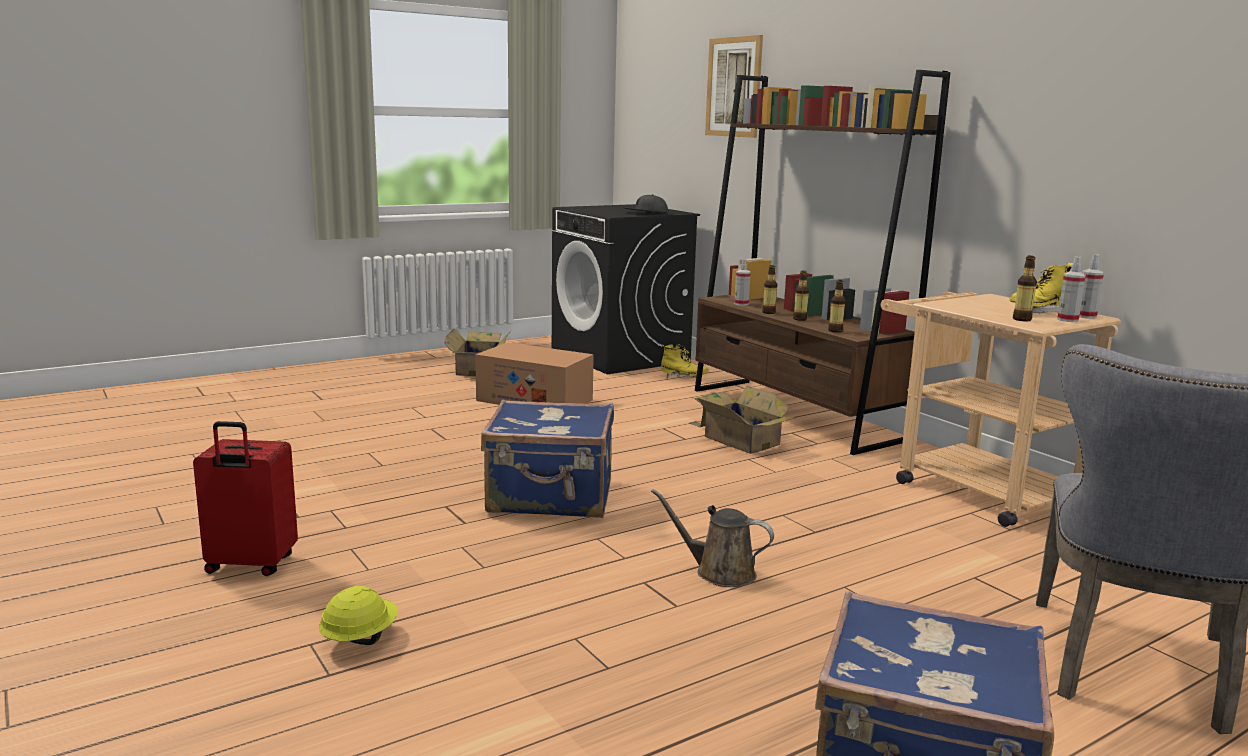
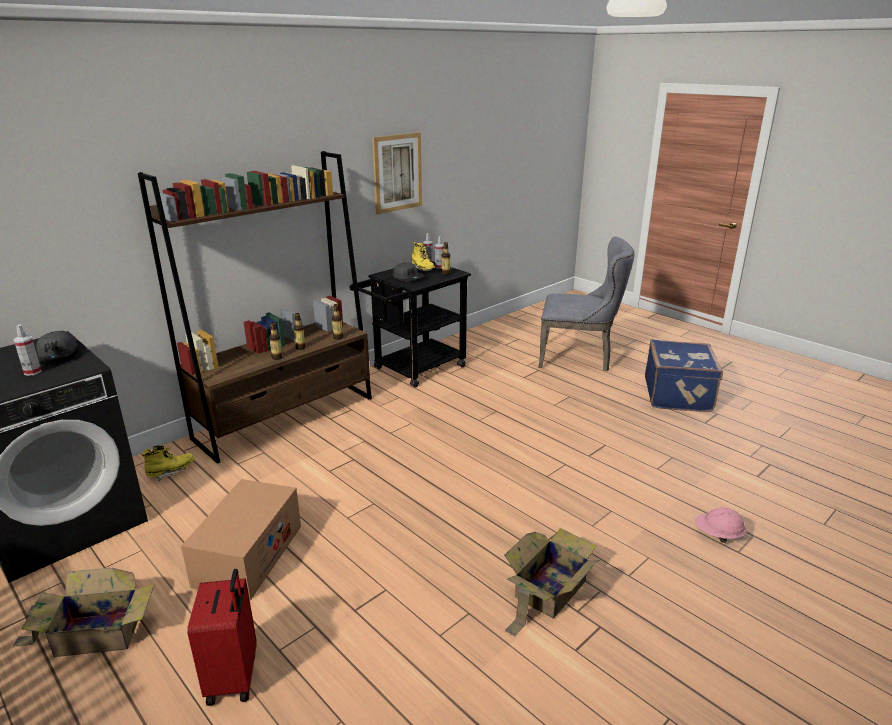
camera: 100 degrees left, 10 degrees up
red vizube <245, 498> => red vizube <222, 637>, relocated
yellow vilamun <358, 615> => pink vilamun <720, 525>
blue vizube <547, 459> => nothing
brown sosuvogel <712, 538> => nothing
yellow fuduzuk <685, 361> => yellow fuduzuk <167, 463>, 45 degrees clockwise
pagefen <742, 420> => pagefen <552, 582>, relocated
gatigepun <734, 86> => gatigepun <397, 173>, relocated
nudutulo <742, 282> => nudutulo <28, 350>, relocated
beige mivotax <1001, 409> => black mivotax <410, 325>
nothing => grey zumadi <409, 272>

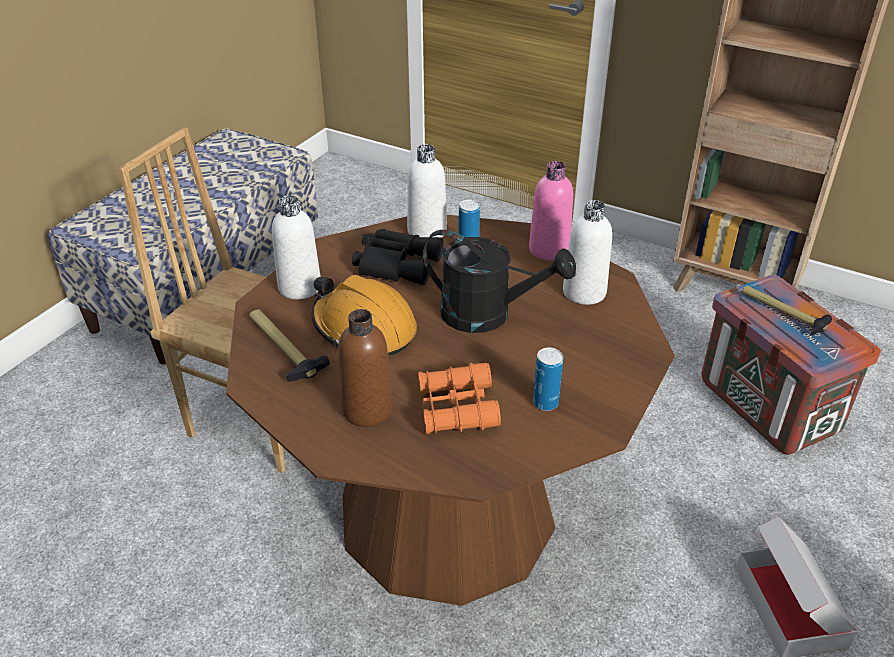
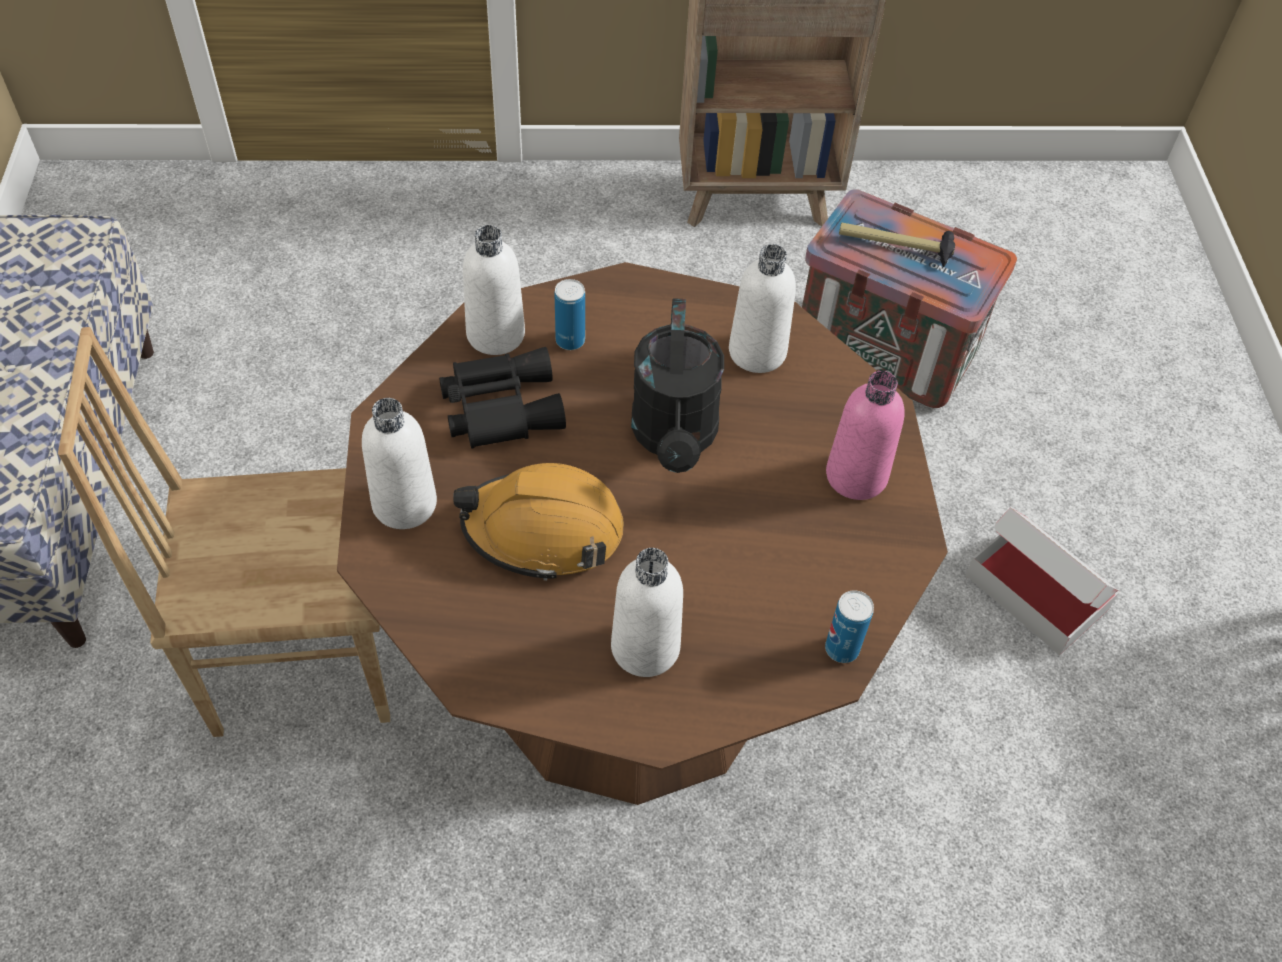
camera: 35 degrees left, 15 degrees up
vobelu <289, 345> => nothing
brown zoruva <365, 368> => white zoruva <647, 612>
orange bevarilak <459, 398> => nothing
black sosuvogel <499, 281> => black sosuvogel <677, 385>, 105 degrees clockwise
pink zoruva <551, 210> => pink zoruva <865, 435>, relocated
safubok <548, 379> => safubok <849, 626>, relocated

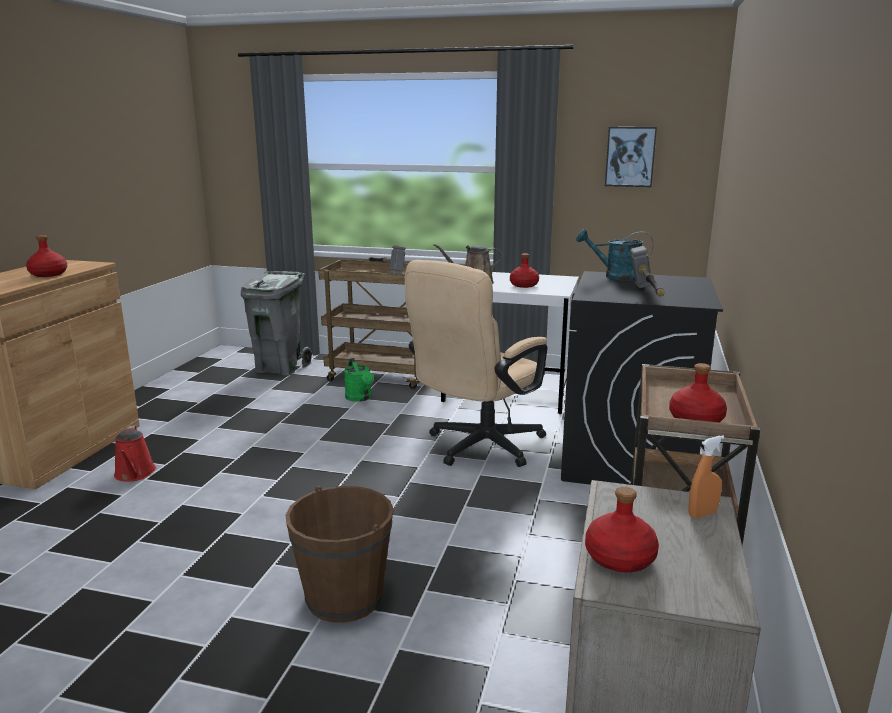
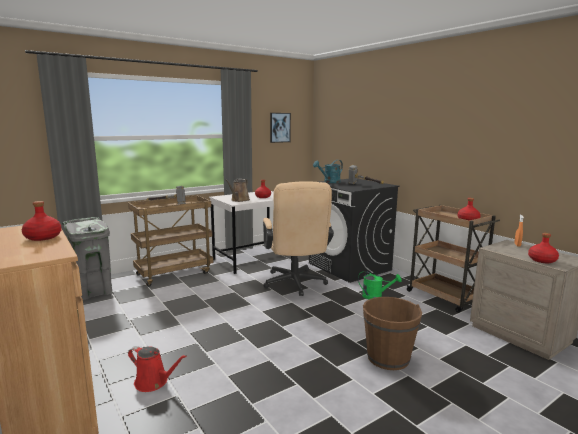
camera: 50 degrees left, 5 degrees down
green sosuvogel <359, 380> => green sosuvogel <380, 285>, relocated

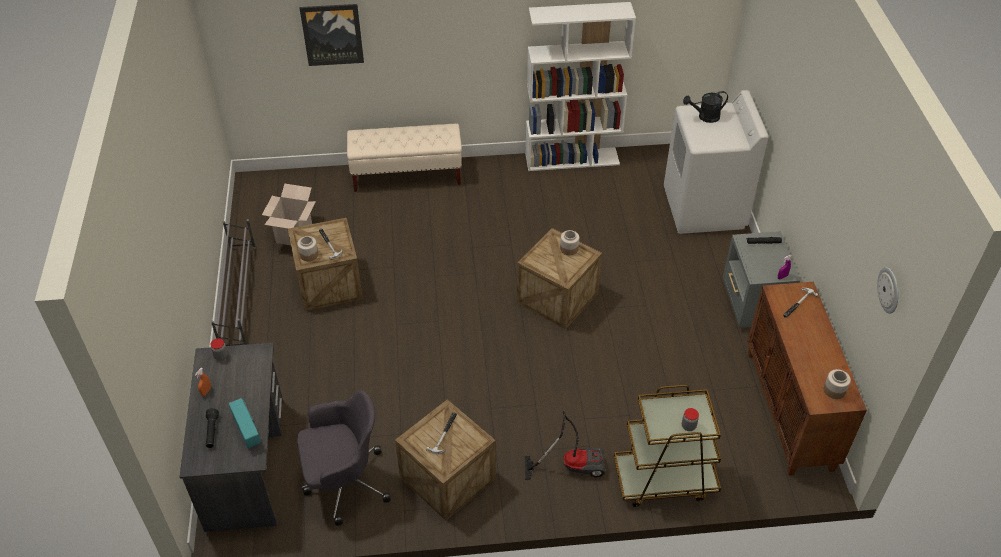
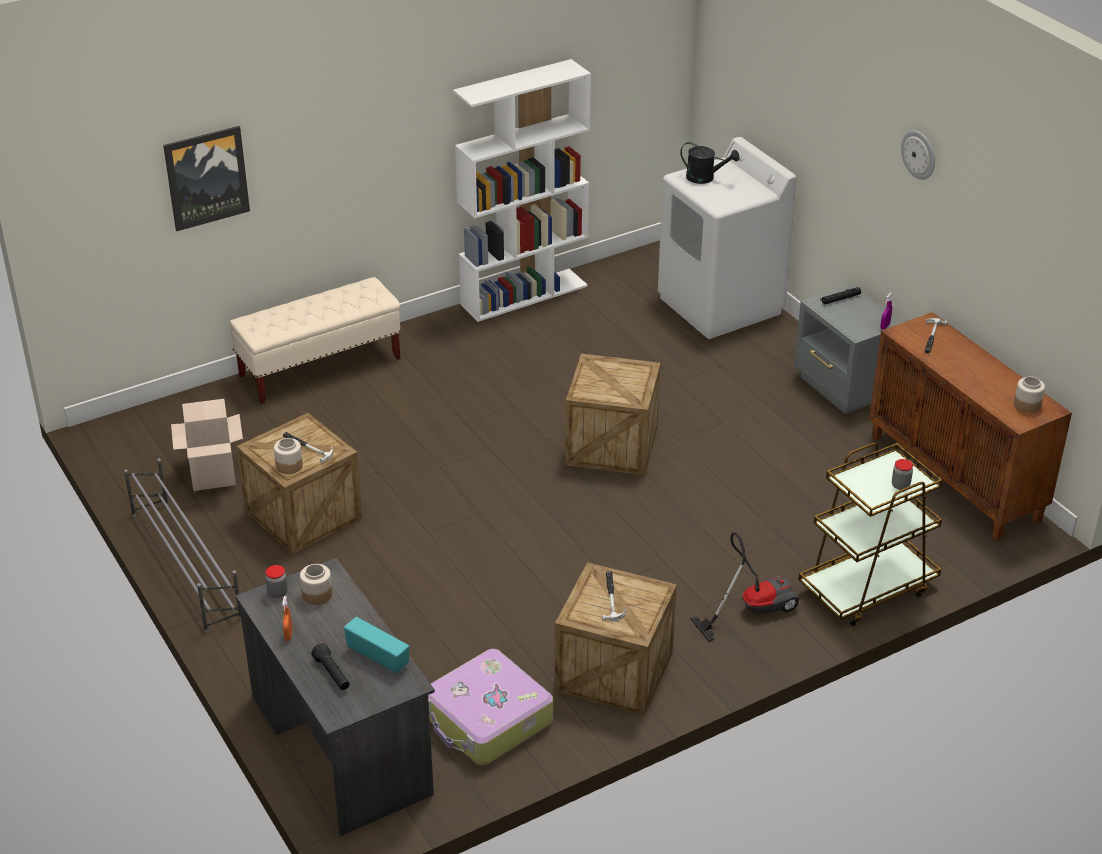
camera: 25 degrees left, 10 degrees down
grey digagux <344, 458> => vizube <490, 707>
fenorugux <569, 242> => fenorugux <316, 584>, relocated
black sosuvogel <705, 107> => black sosuvogel <710, 163>, 120 degrees counterclockwise
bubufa <887, 290> => bubufa <918, 155>, relocated

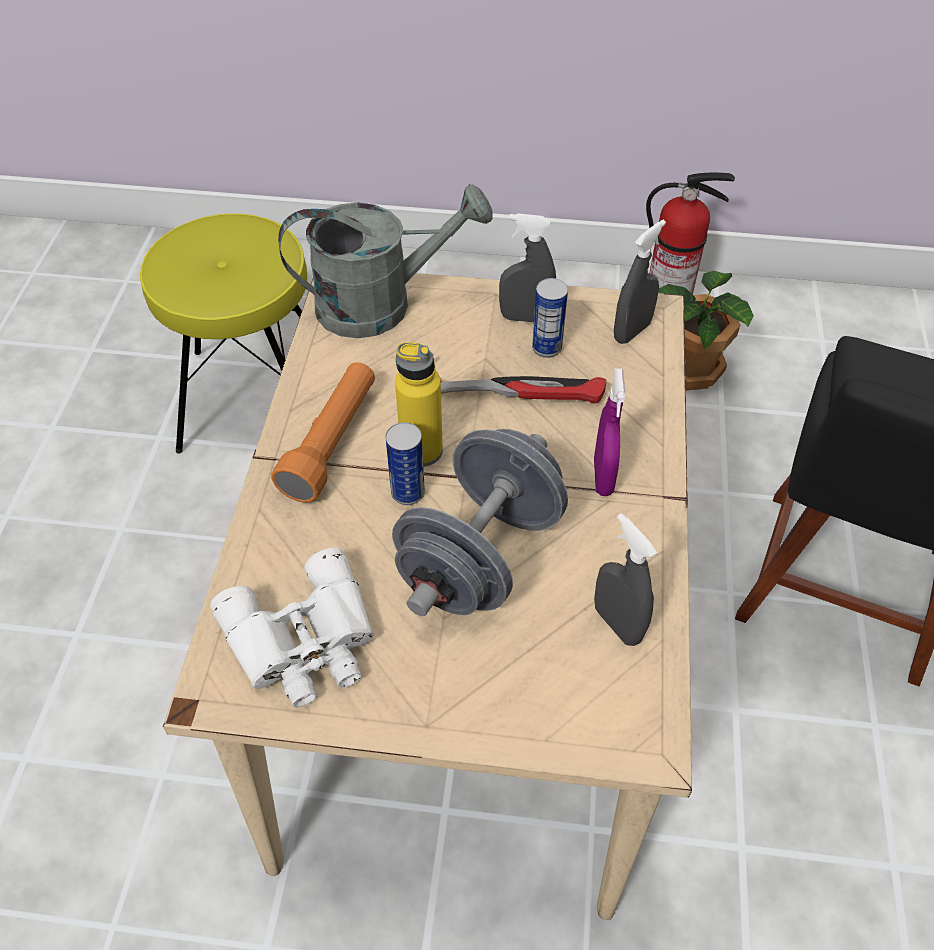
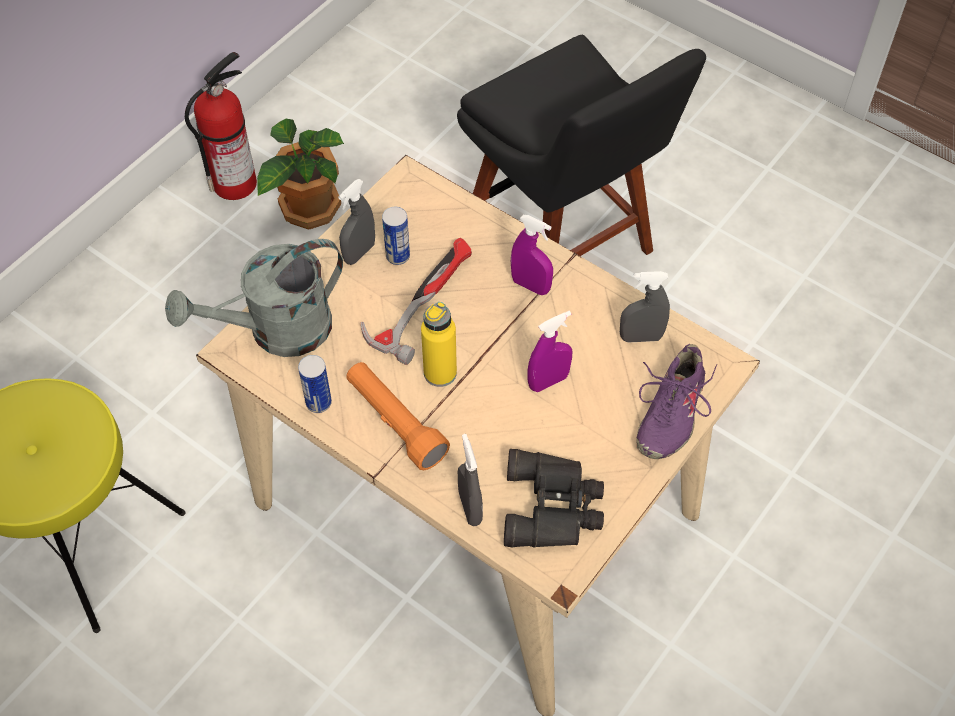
camera: 60 degrees left, 5 degrees up
white bevarilak <292, 628> => black bevarilak <554, 498>
grey sosuvogel <385, 261> => grey sosuvogel <254, 298>, 135 degrees counterclockwise
safubok <405, 463> => safubok <315, 384>, relocated
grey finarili <480, 522> => purple nudutulo <549, 351>
grey nudutulo <640, 282> => grey nudutulo <470, 480>, relocated
nothing => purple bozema <677, 401>

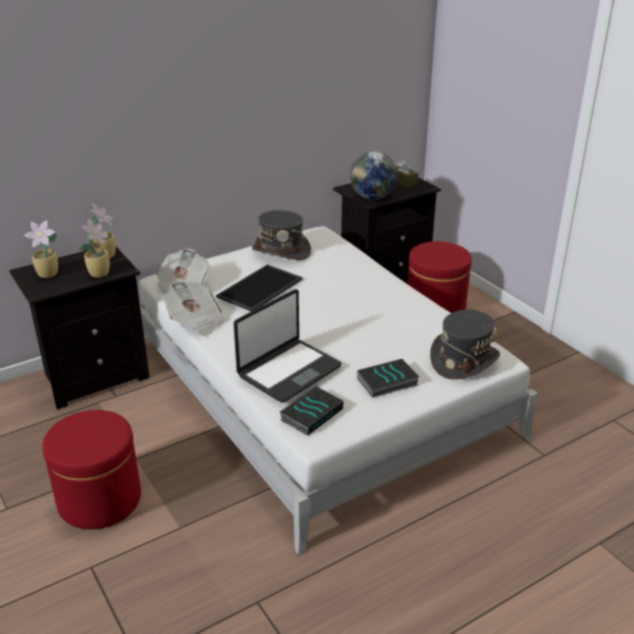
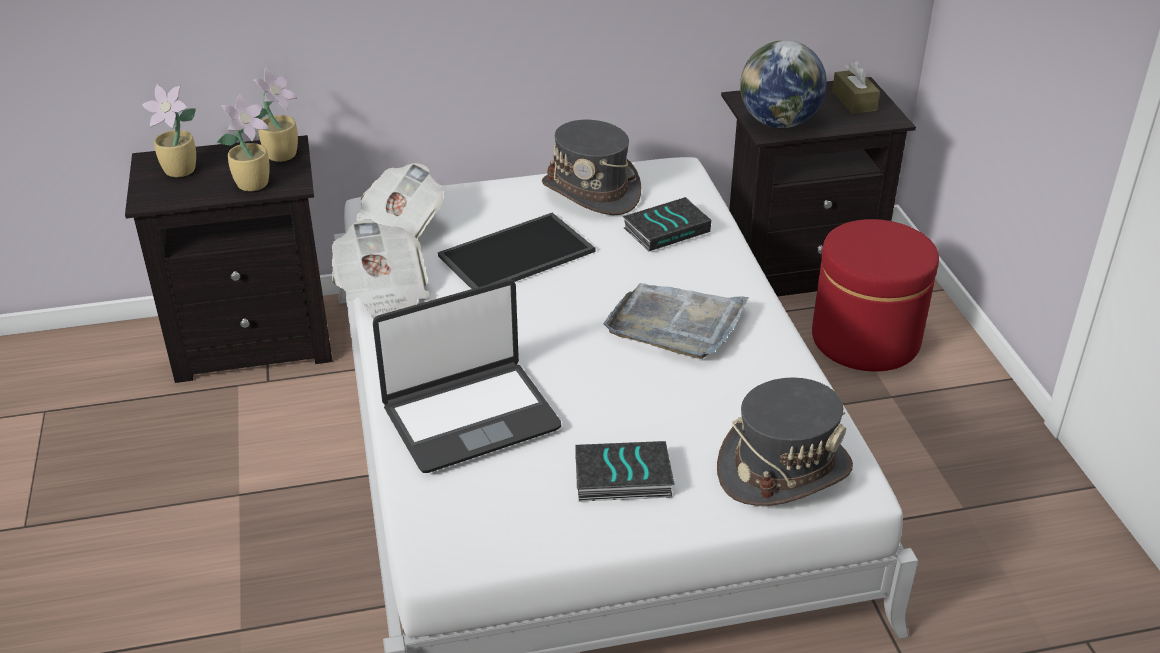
camera: 20 degrees right, 5 degrees up
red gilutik <91, 469> => nothing
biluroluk <311, 411> => biluroluk <667, 224>, relocated
nothing => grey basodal <676, 321>

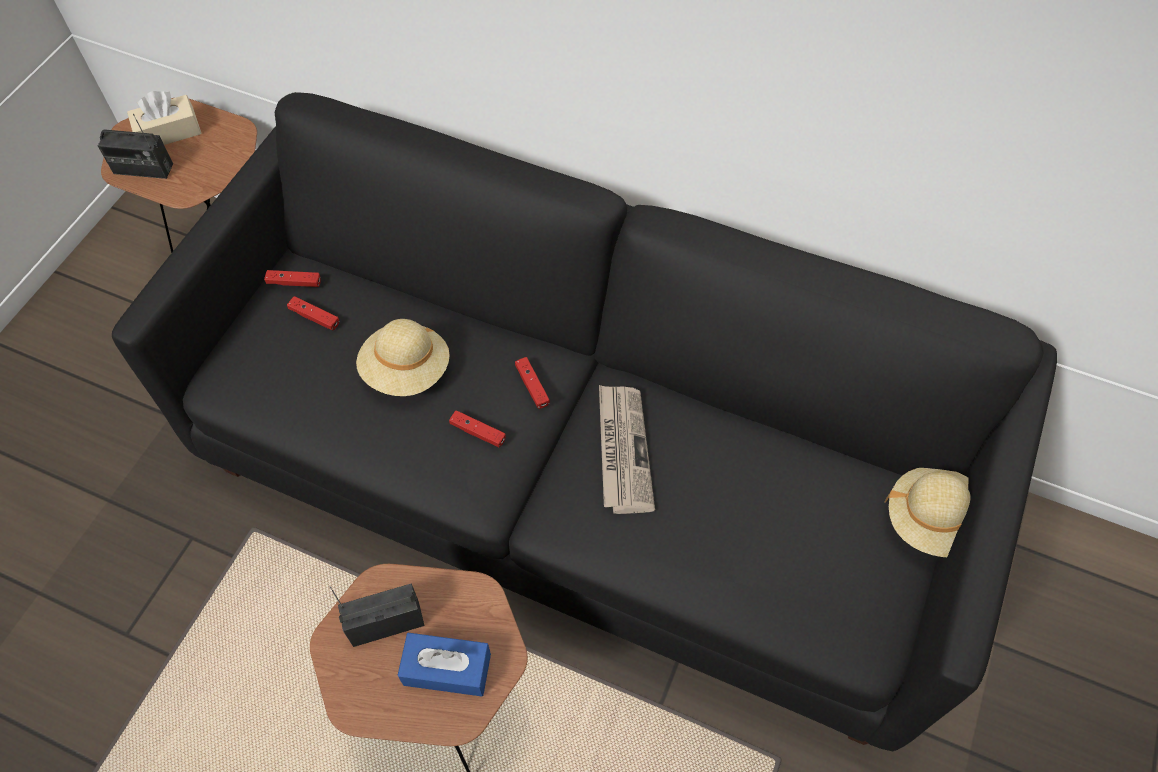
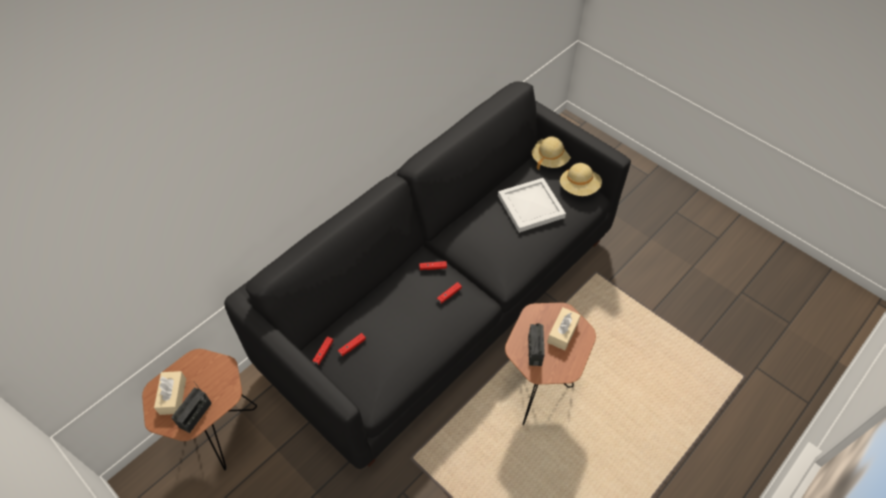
camera: 70 degrees left, 5 degrees down
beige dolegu <403, 357> => beige dolegu <581, 179>, relocated
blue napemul <444, 664> => beige napemul <564, 328>
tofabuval <627, 449> => nothing
nothing => white basodal <532, 205>

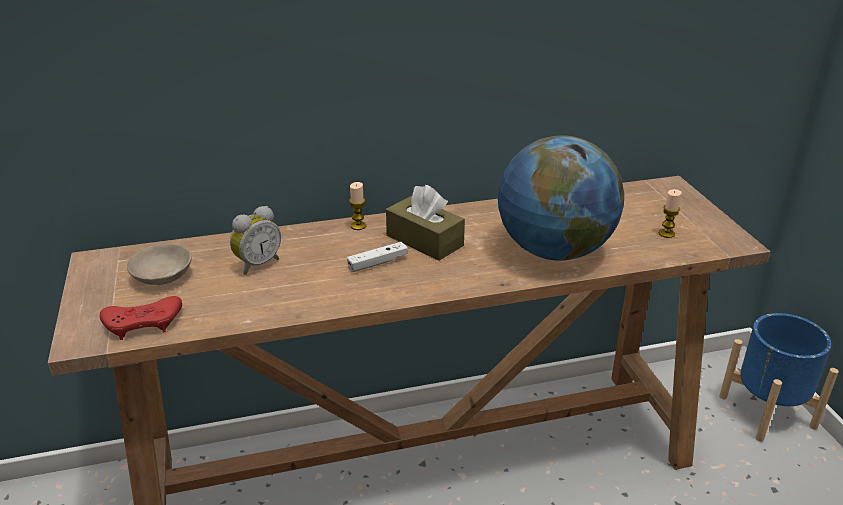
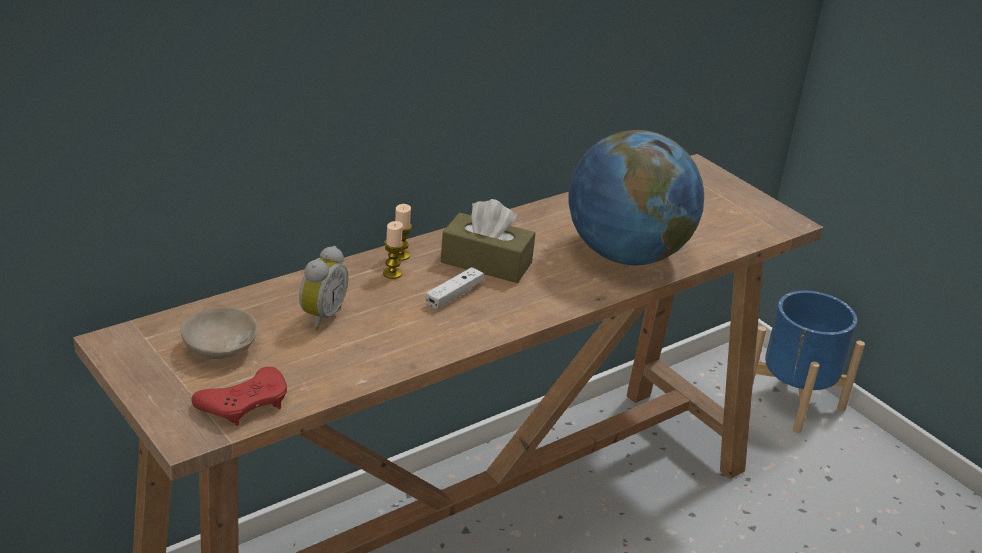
camera: 25 degrees left, 0 degrees up
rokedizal <670, 213> => rokedizal <393, 250>, relocated

